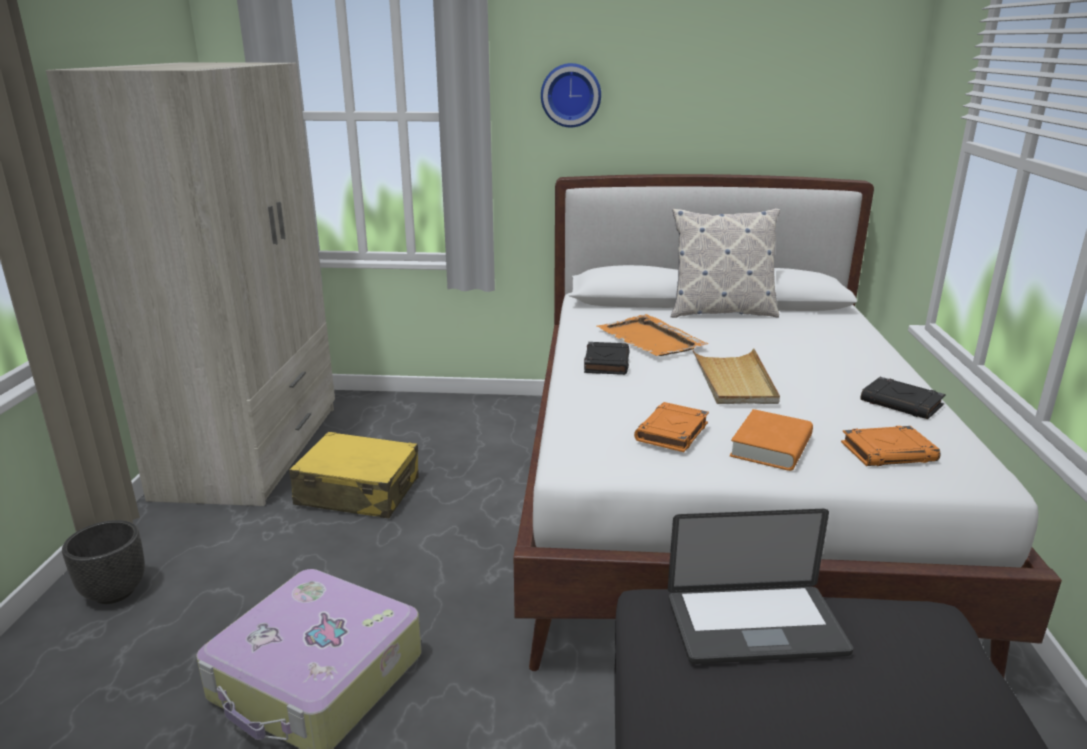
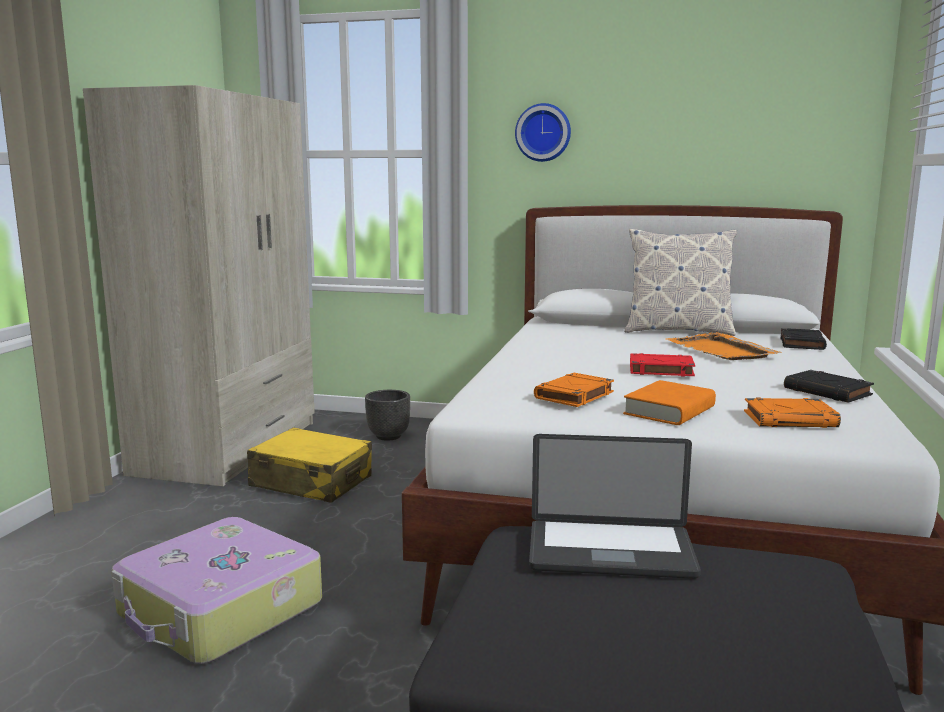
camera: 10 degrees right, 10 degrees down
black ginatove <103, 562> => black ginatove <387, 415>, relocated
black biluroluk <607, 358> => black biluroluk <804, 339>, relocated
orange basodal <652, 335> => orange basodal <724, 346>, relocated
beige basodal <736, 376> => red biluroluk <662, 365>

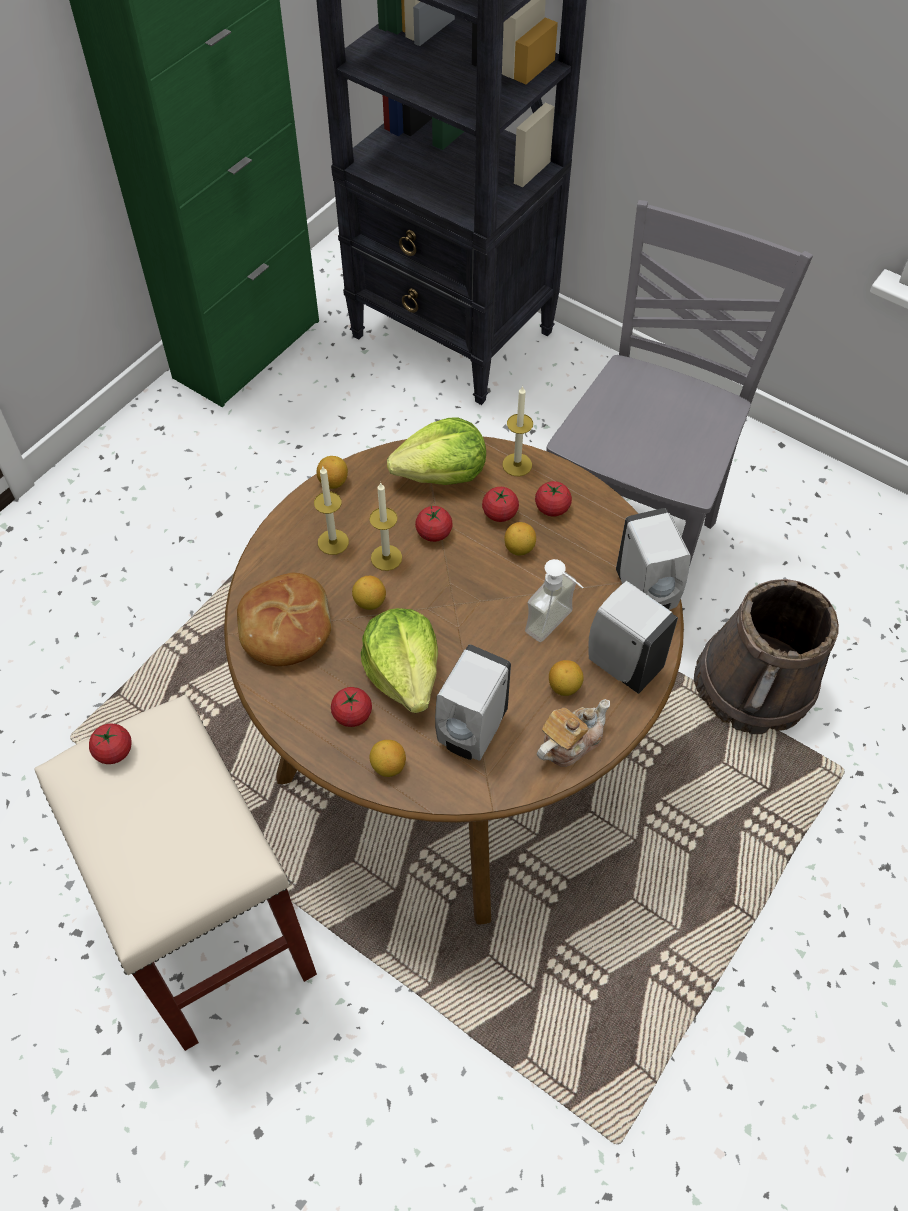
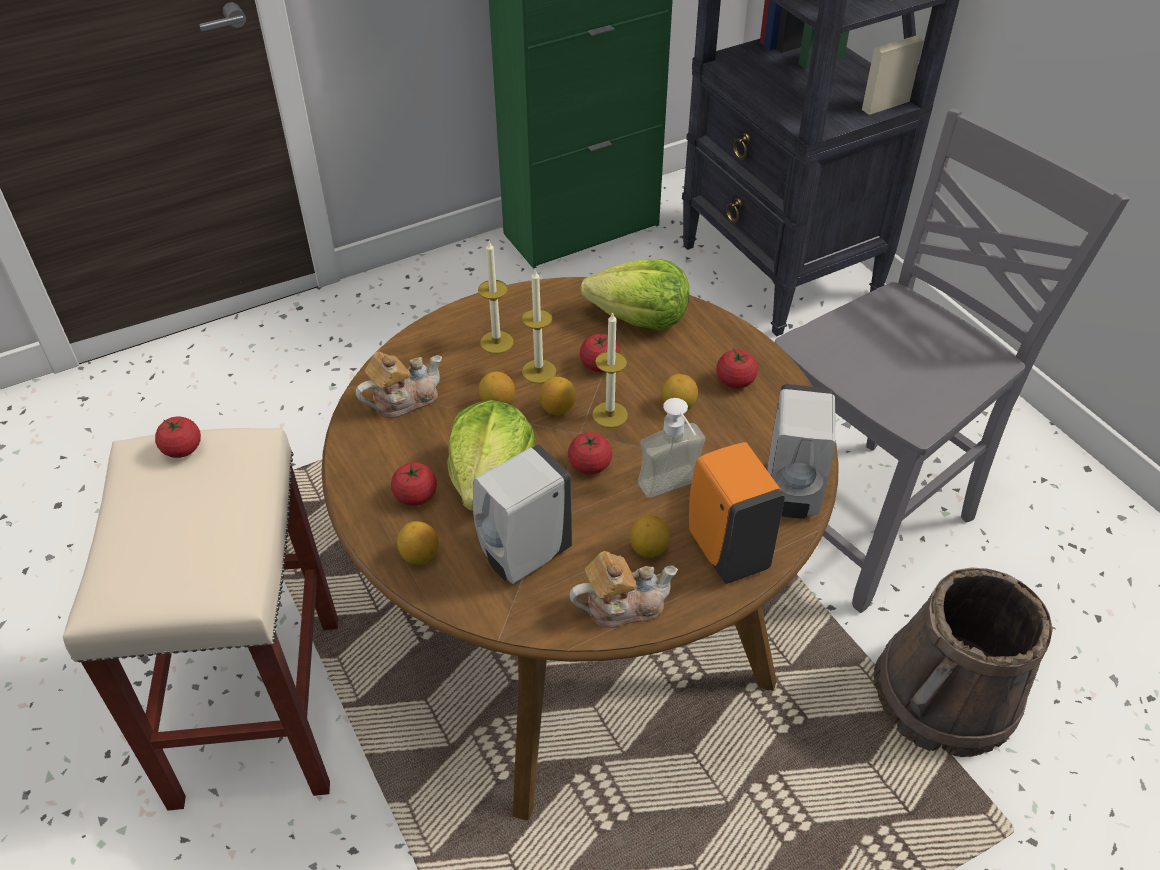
camera: 25 degrees right, 10 degrees down
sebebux <284, 619> => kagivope <399, 385>
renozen <332, 472> => renozen <557, 396>, relocated
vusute <500, 504> => vusute <590, 453>, relocated
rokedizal <517, 431> => rokedizal <610, 370>, relocated
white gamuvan <633, 637> => orange gamuvan <737, 513>

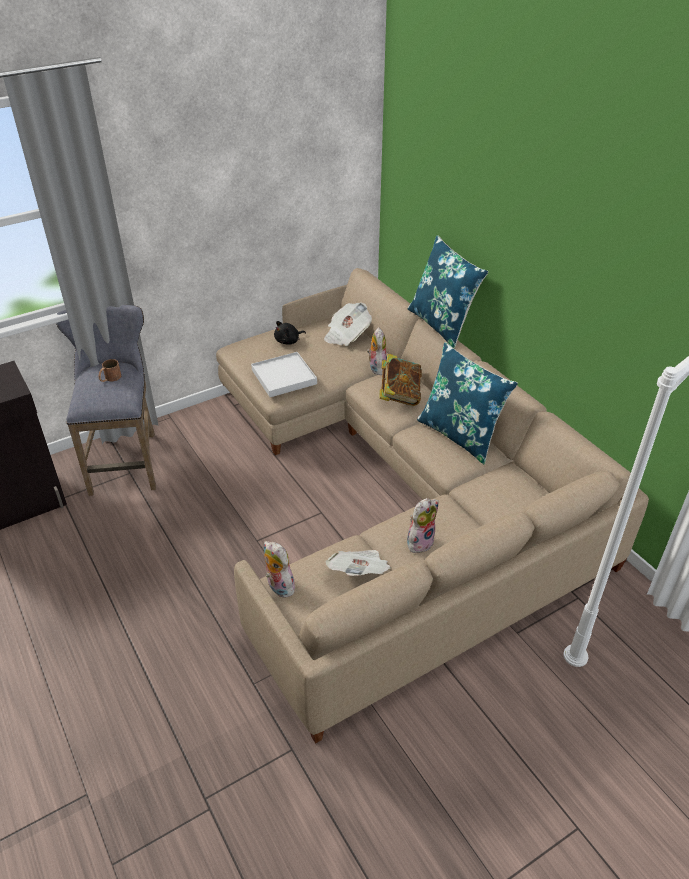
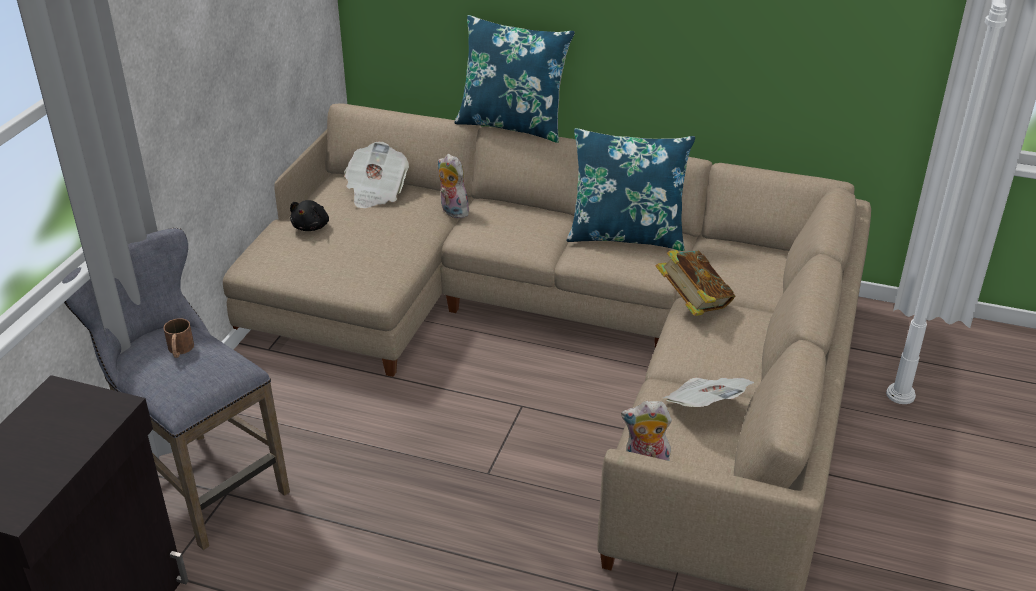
camera: 40 degrees left, 5 degrees down
white basodal <284, 374> => nothing
biluroluk <400, 380> => biluroluk <695, 283>, relocated
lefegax <423, 525> => nothing

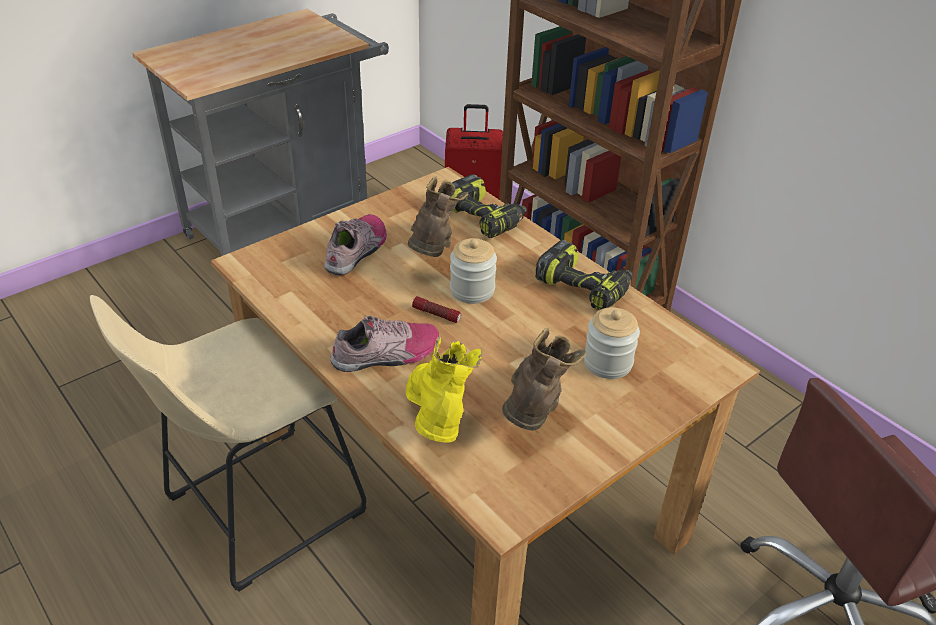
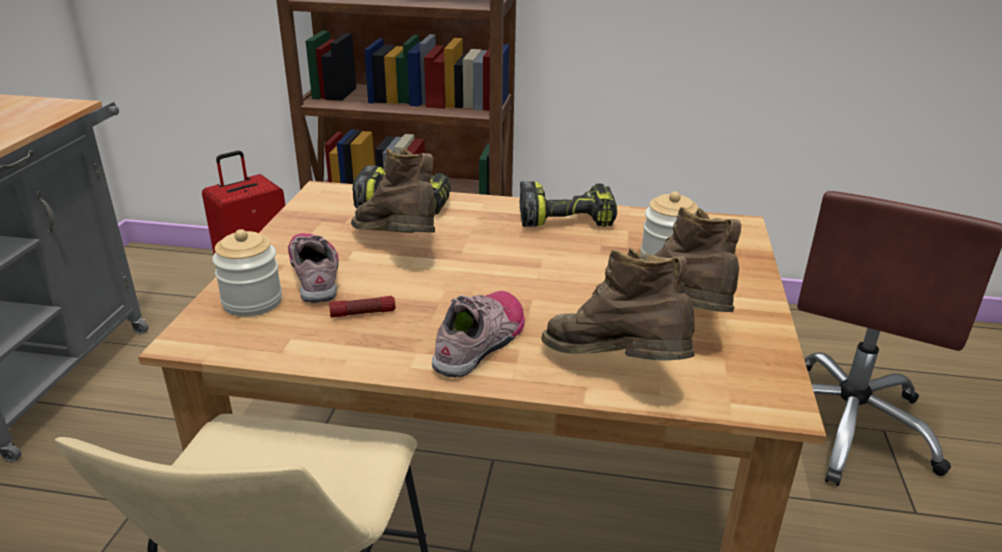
camera: 40 degrees left, 10 degrees down
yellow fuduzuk <444, 389> => brown fuduzuk <618, 304>
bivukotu <436, 309> => bivukotu <362, 307>, relocated
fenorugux <473, 271> => fenorugux <247, 273>, relocated

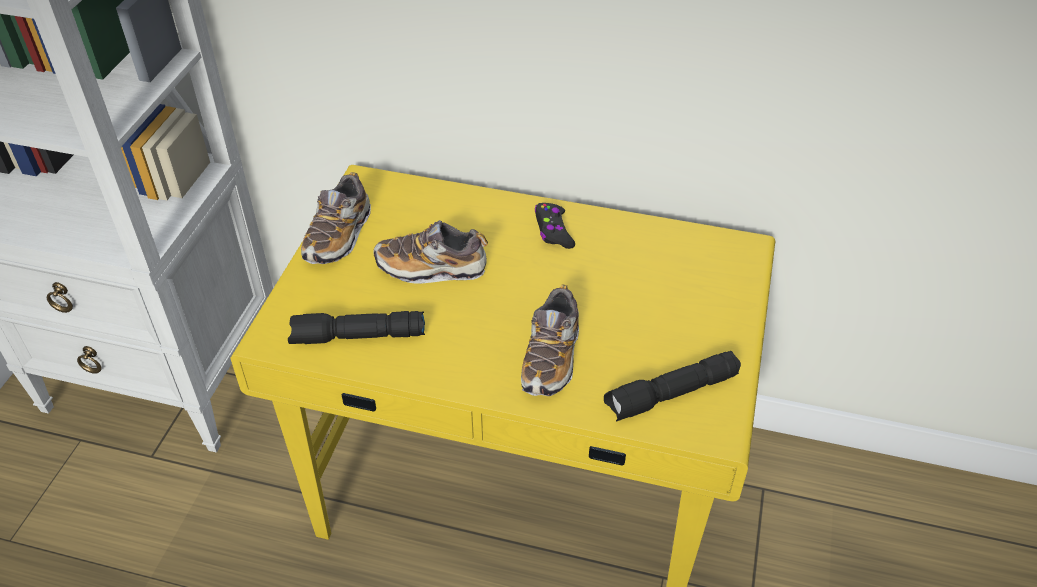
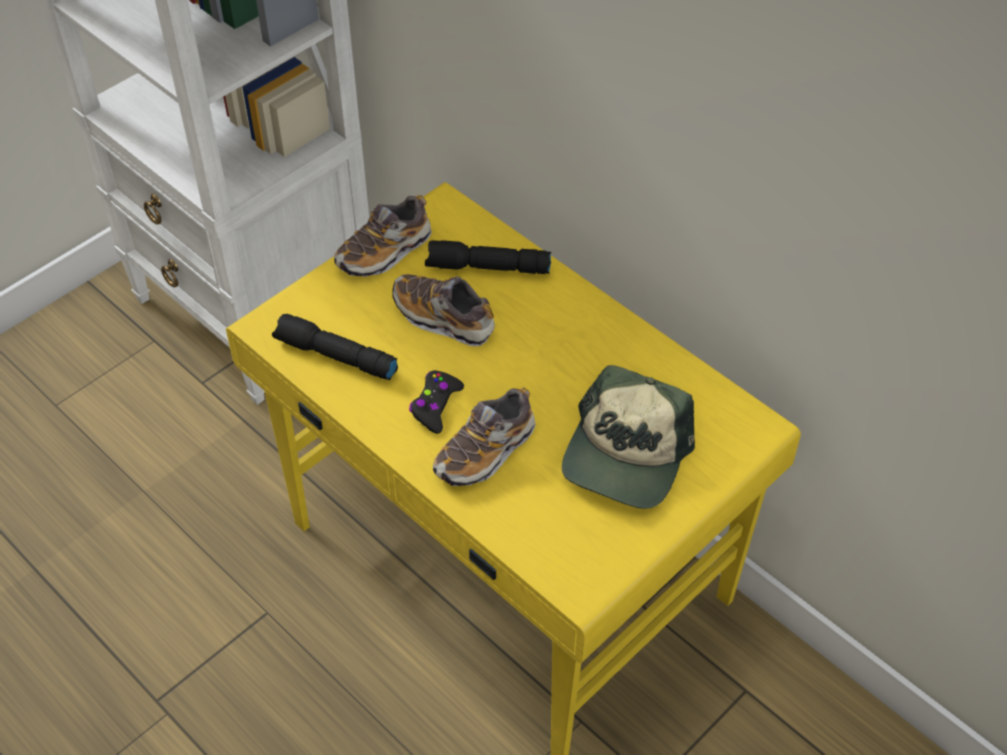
camera: 30 degrees right, 5 degrees up
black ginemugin <555, 226> => black ginemugin <436, 402>, relocated
black bivukotu <672, 386> => black bivukotu <488, 257>, relocated
nothing => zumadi <628, 437>

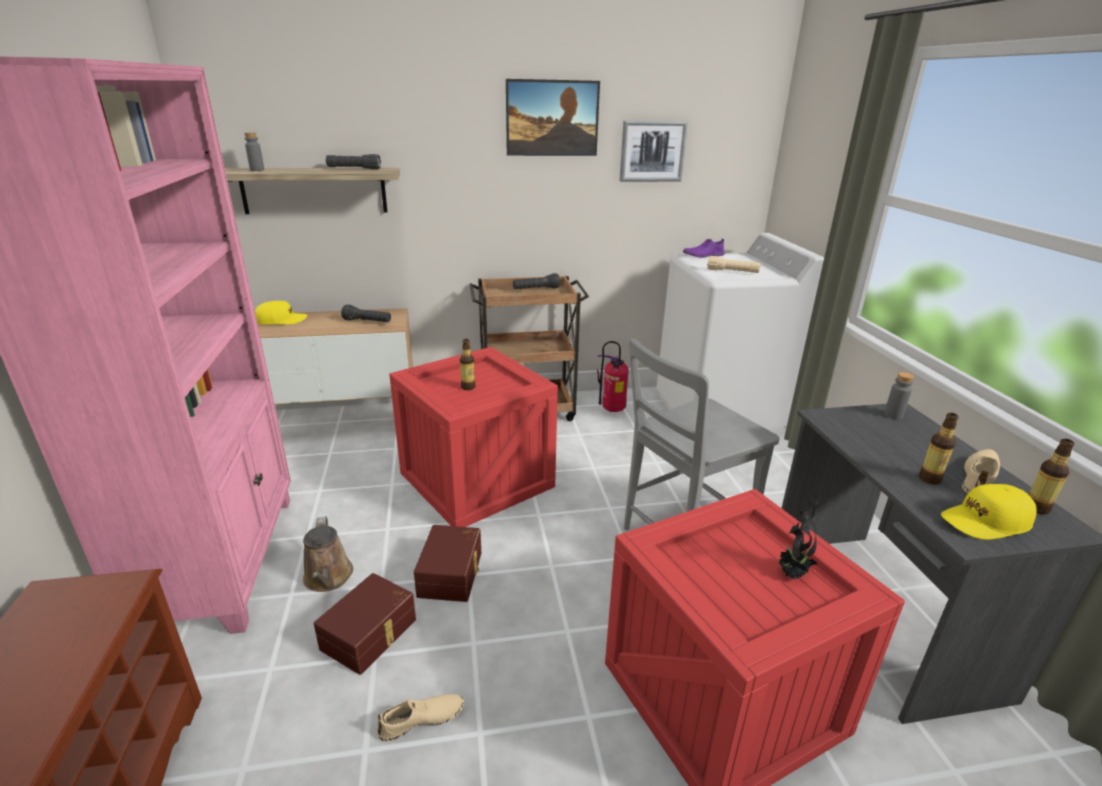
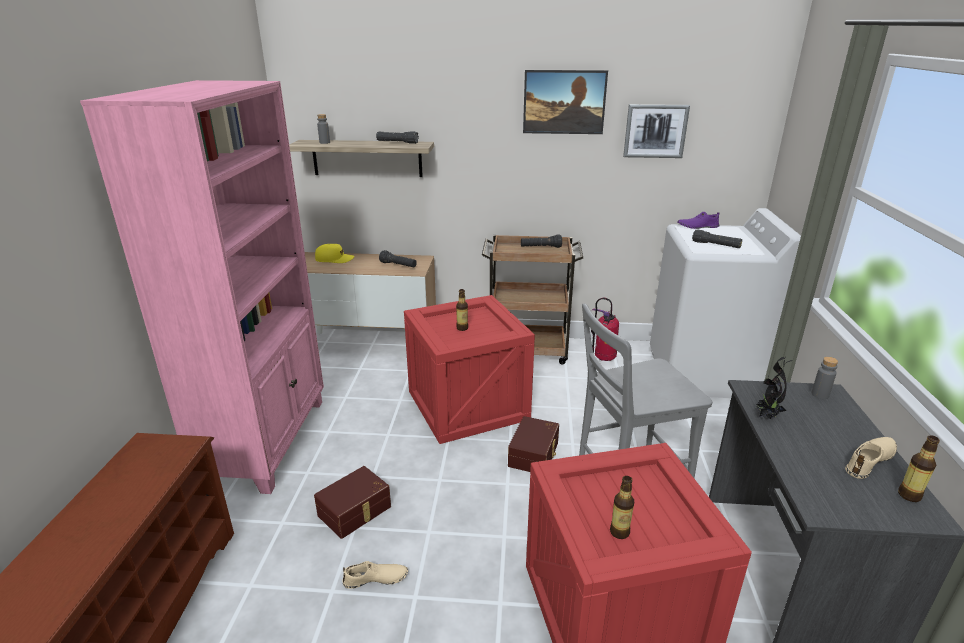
camera: 15 degrees right, 0 degrees up
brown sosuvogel <328, 554> => nothing
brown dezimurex <447, 563> => brown dezimurex <533, 444>, relocated
beige bivukotu <733, 264> => black bivukotu <717, 238>
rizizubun <802, 538> => rizizubun <774, 388>, relocated
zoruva <939, 448> => zoruva <622, 507>, relocated
yellow zumadi <989, 512> => nothing

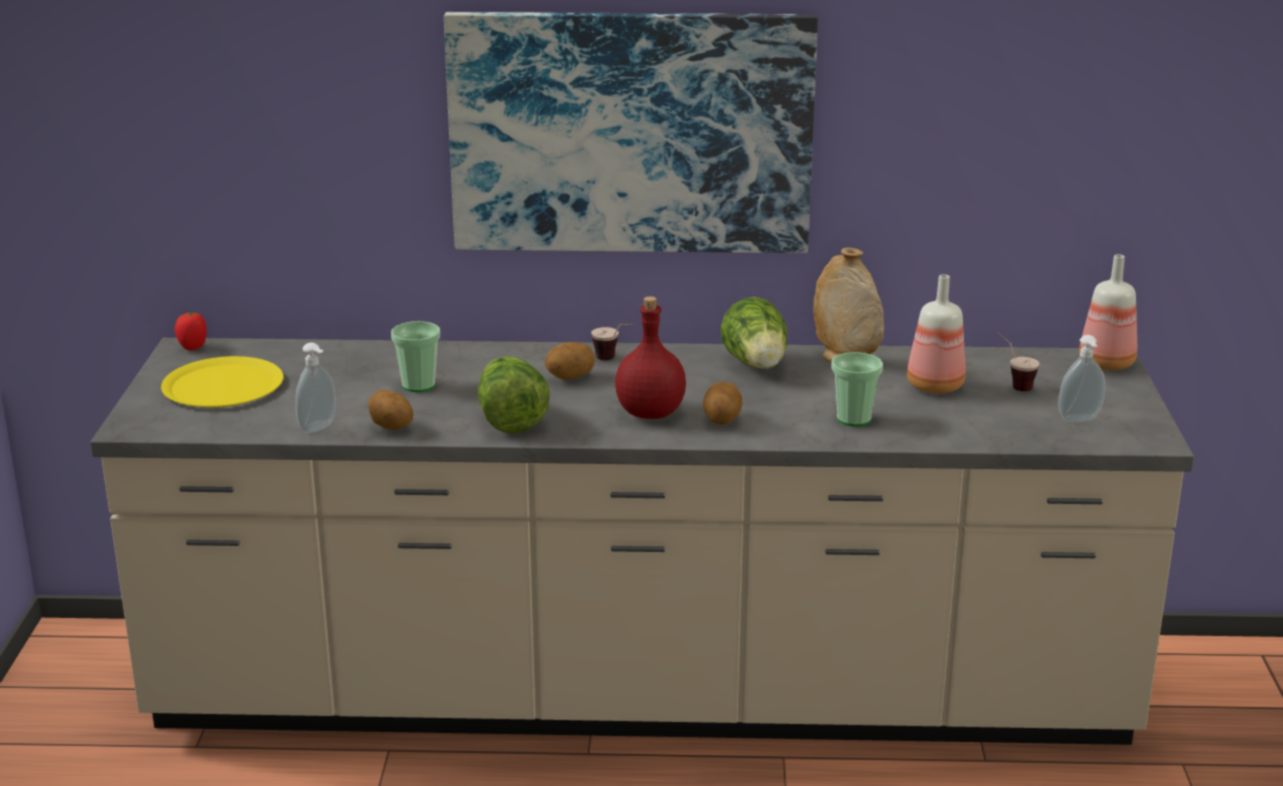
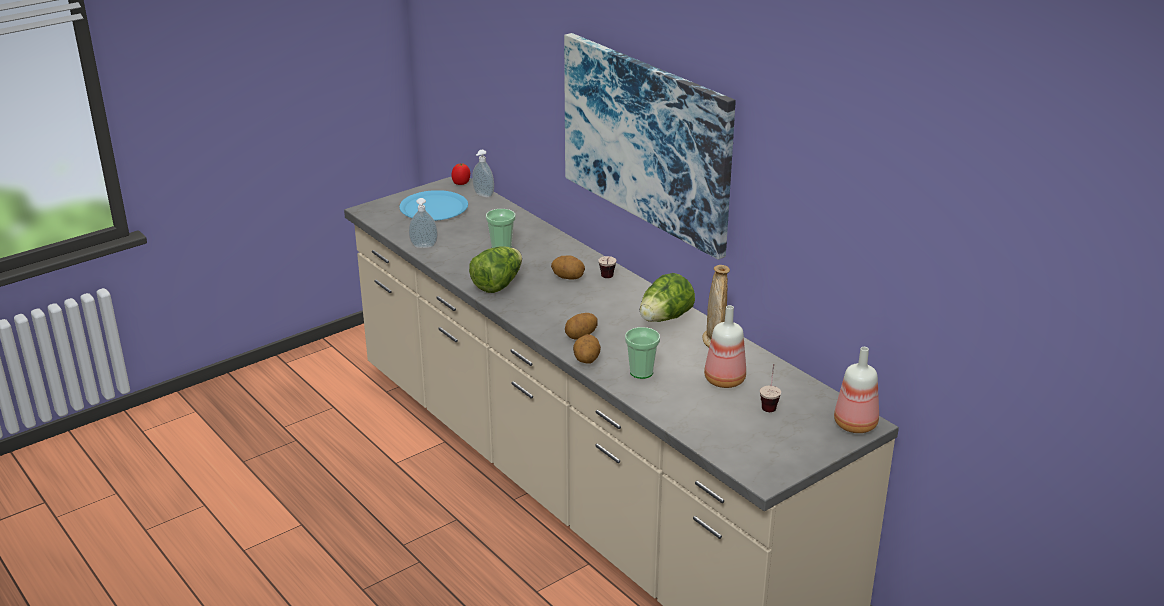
camera: 50 degrees right, 5 degrees up
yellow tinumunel <222, 382> => blue tinumunel <433, 205>
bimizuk <391, 410> => bimizuk <587, 349>, relocated
red zoruva <650, 357> => nothing
gamuvan <1081, 378> => gamuvan <483, 174>, relocated

